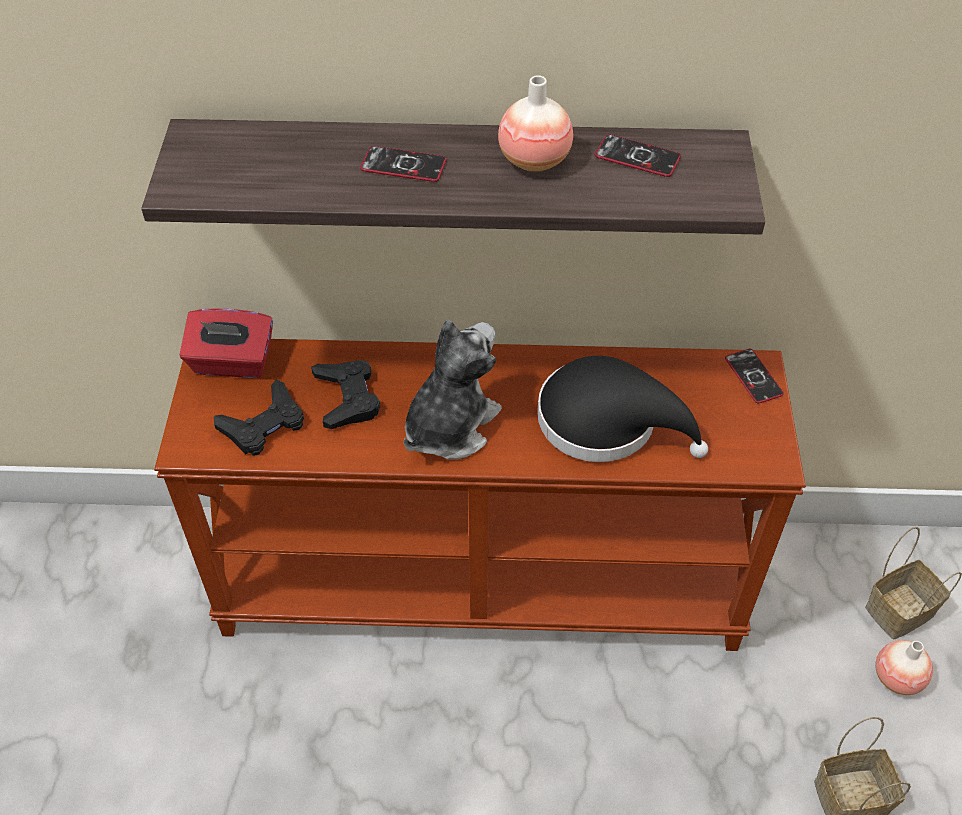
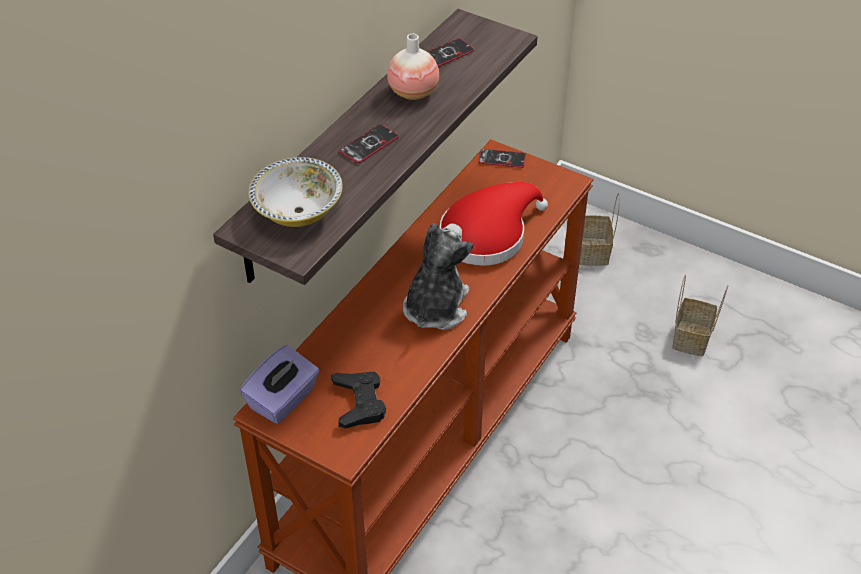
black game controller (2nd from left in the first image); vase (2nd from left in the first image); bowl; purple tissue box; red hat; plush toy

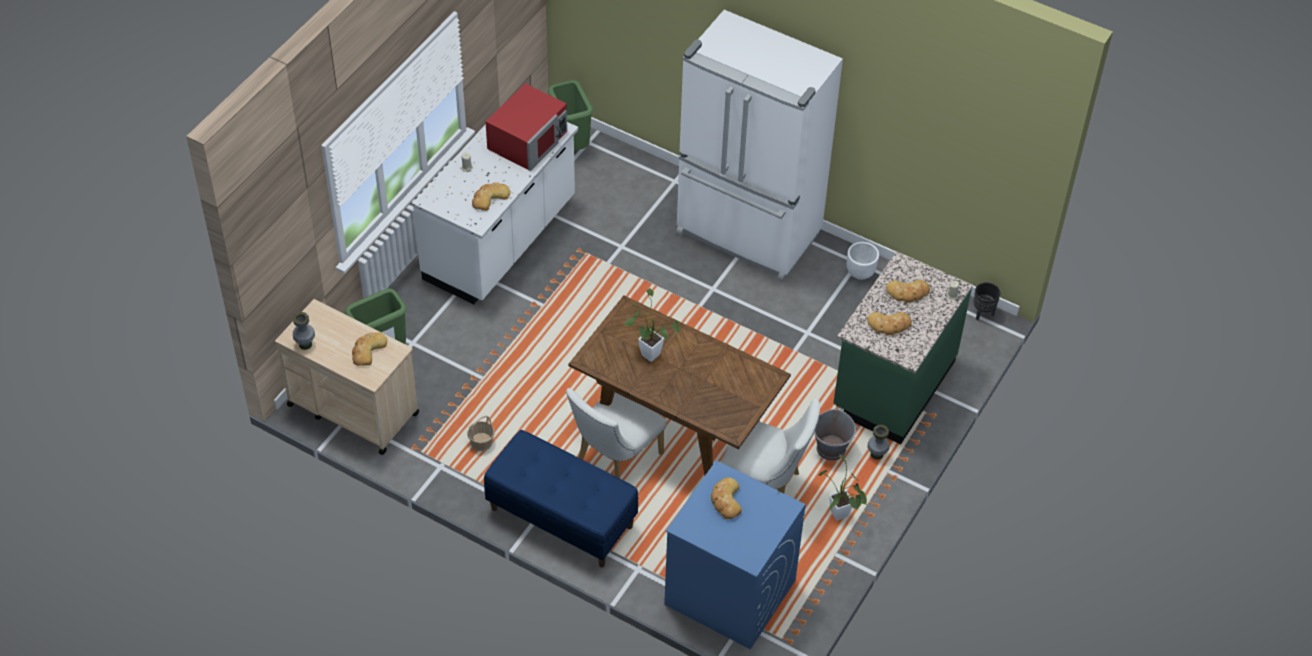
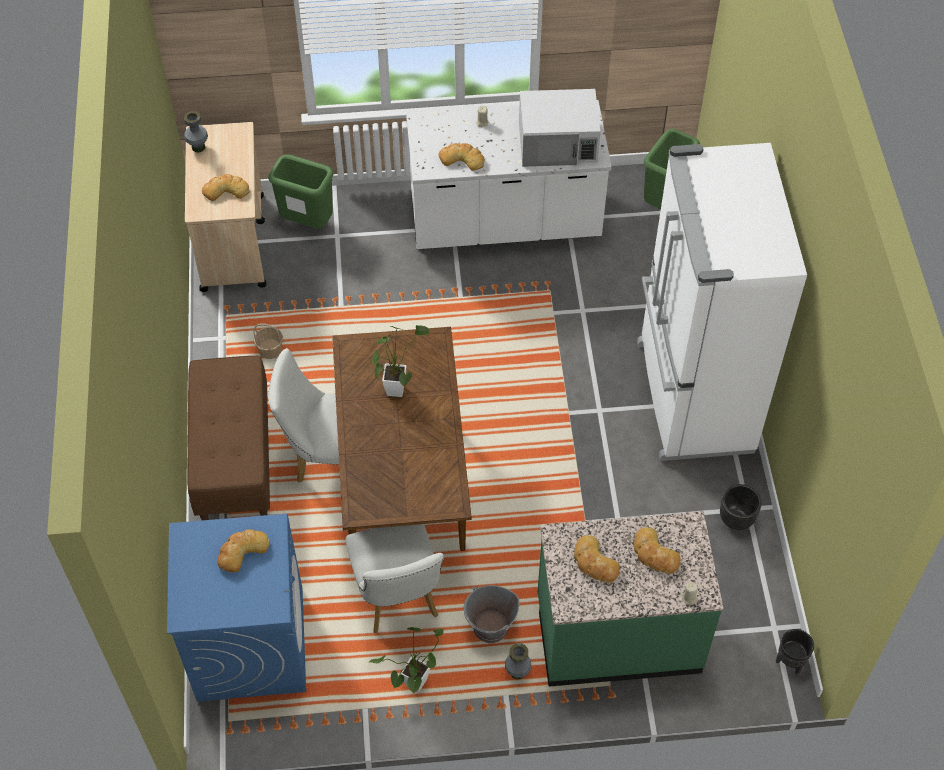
brown bench; white microwave; black planter (1st from left)

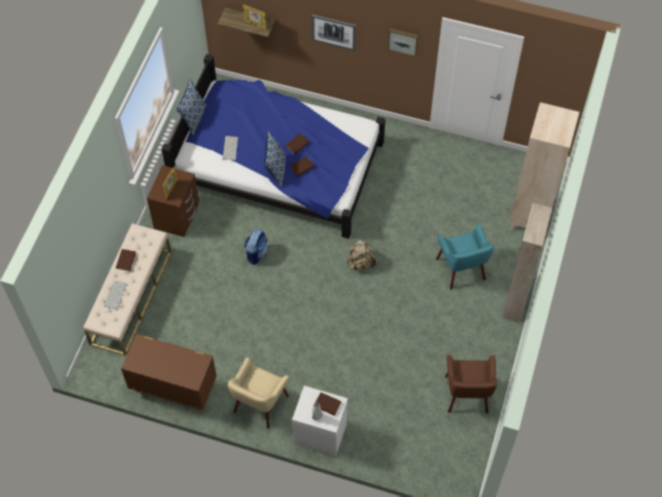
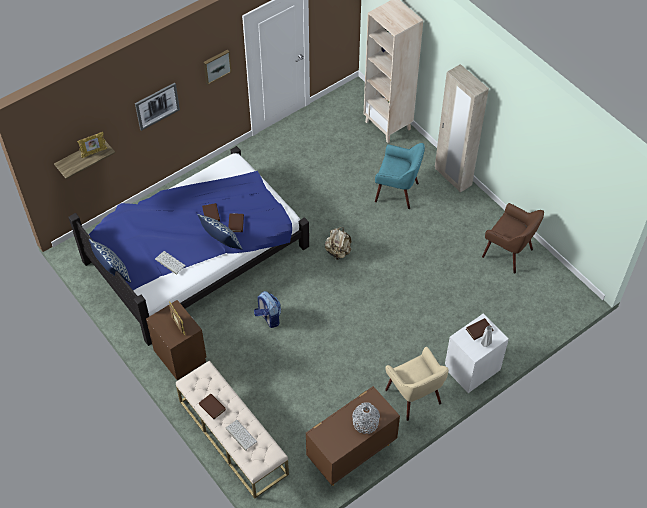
grey vase (1st from left)

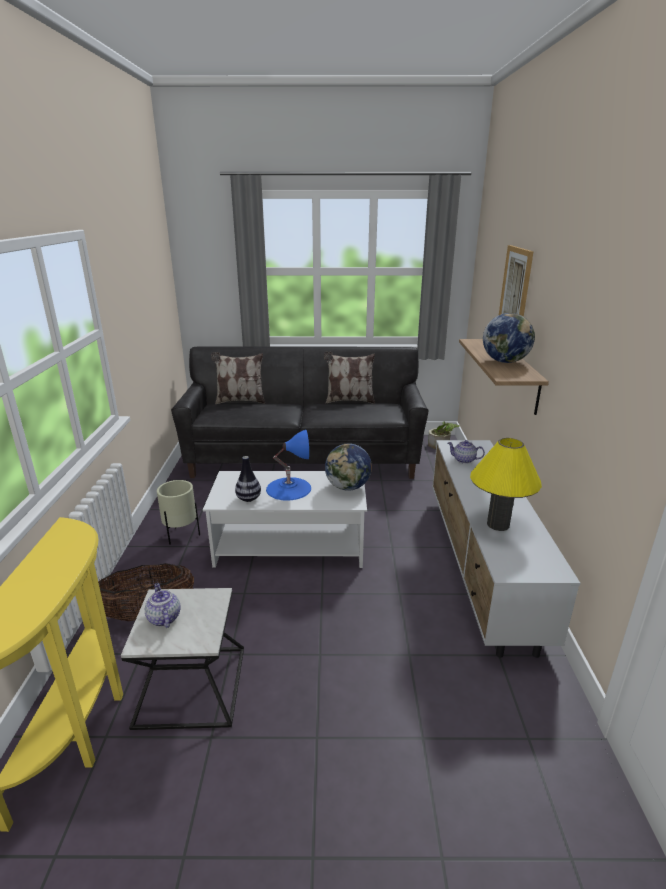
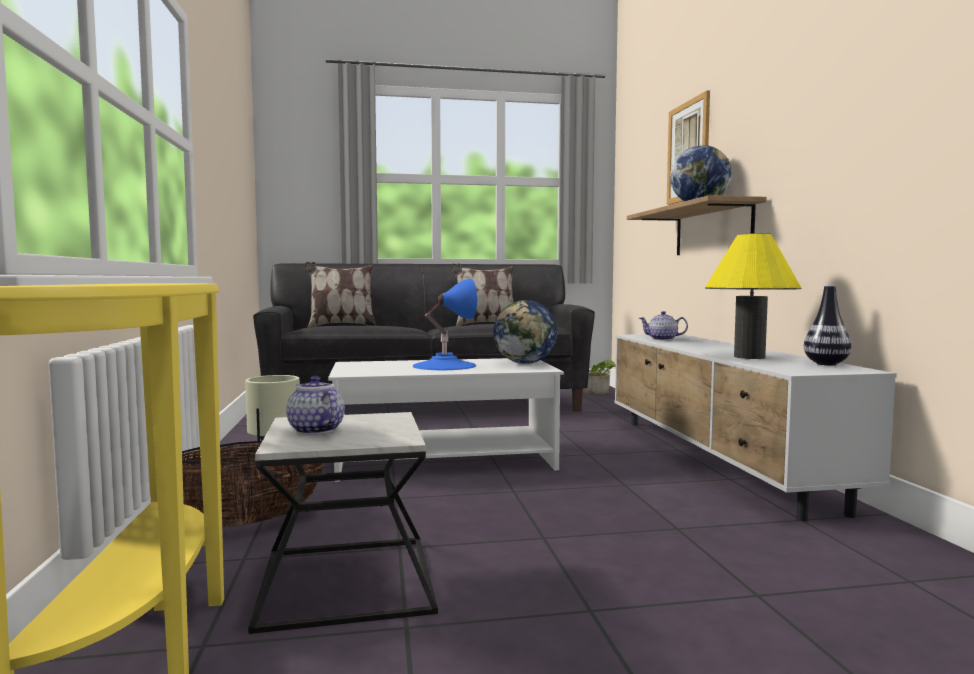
vase

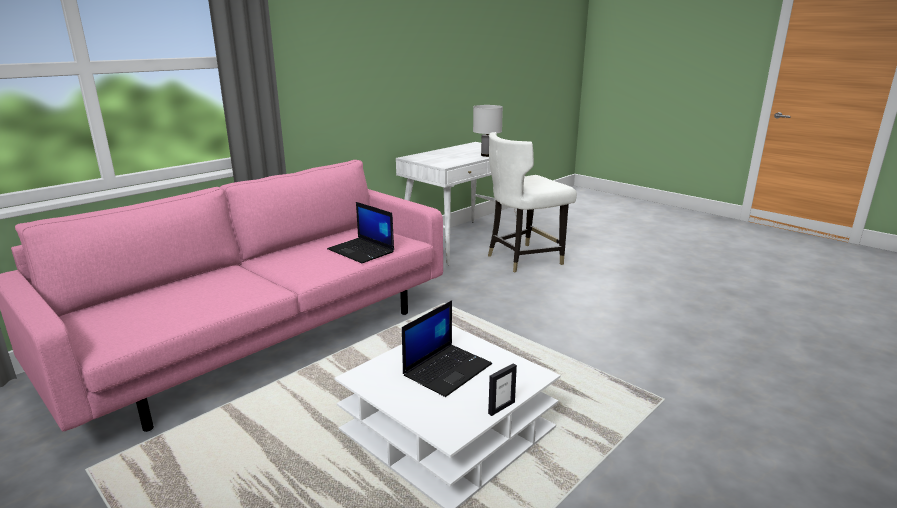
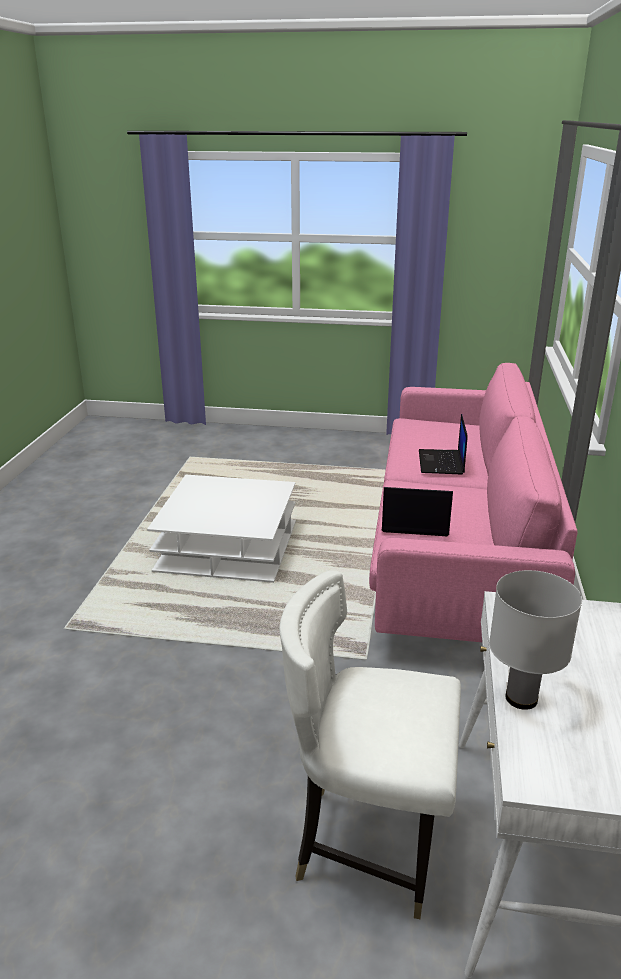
picture frame; laptop (2nd from left); white chair

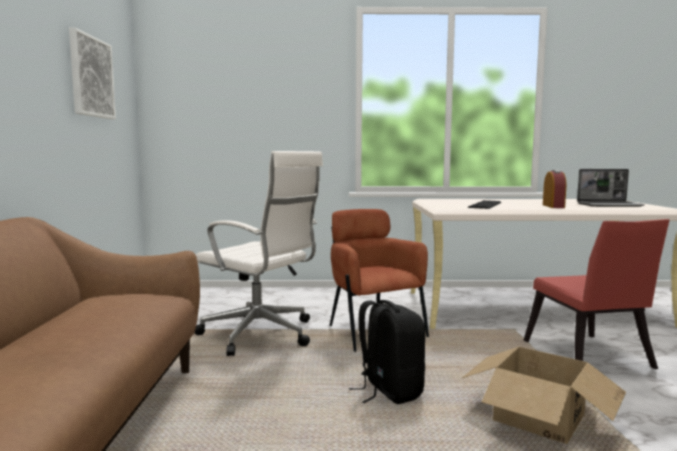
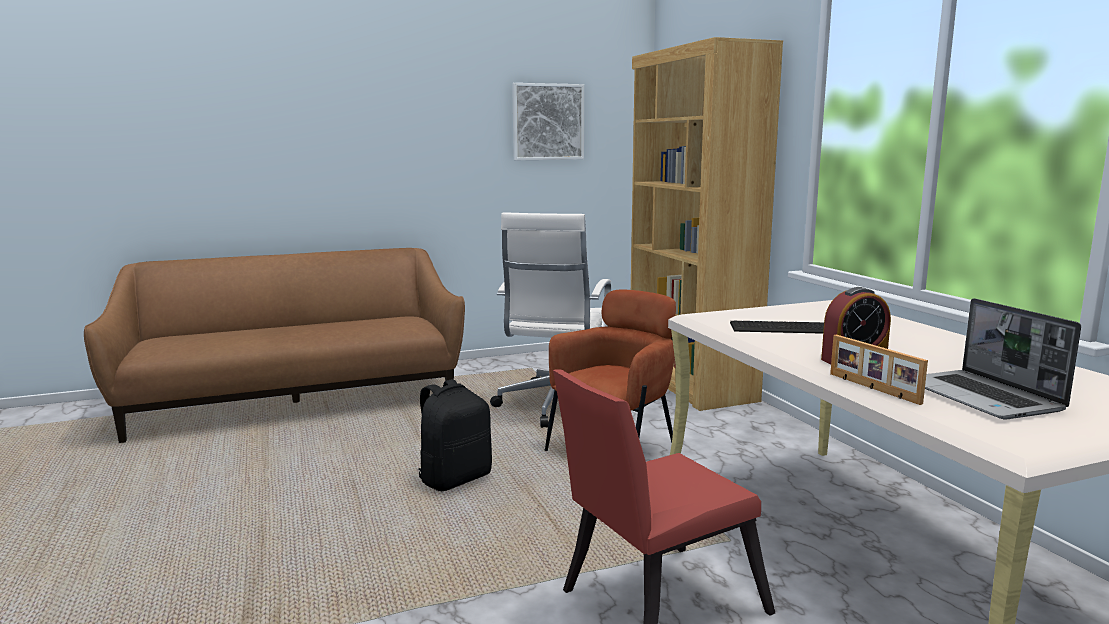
cardboard box; brown bookcase; picture frame

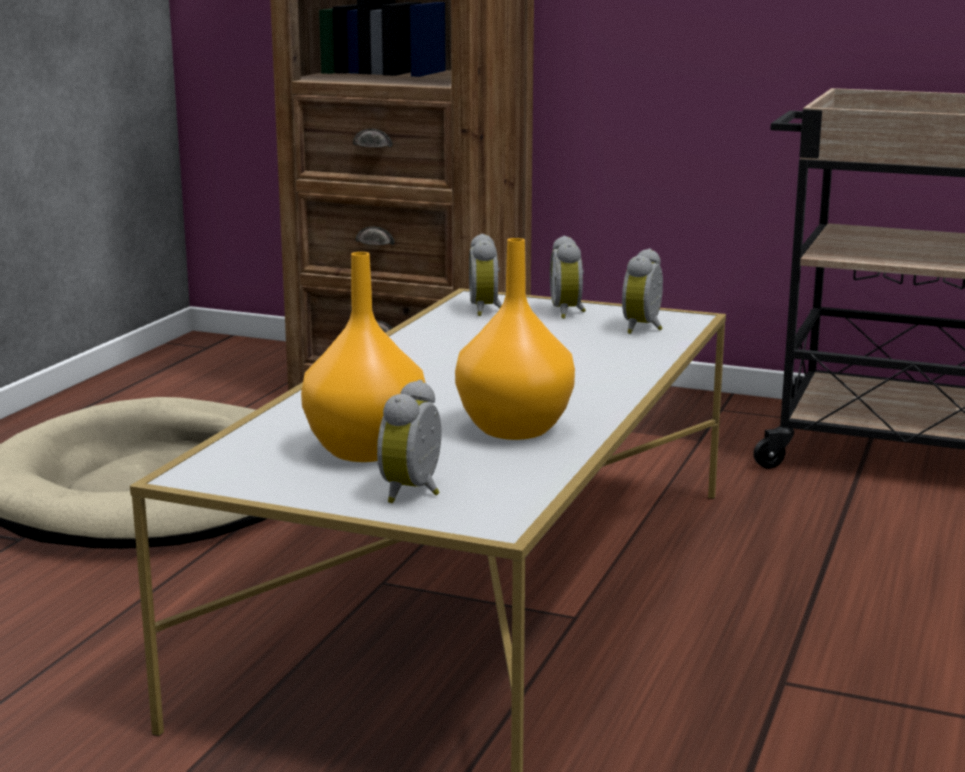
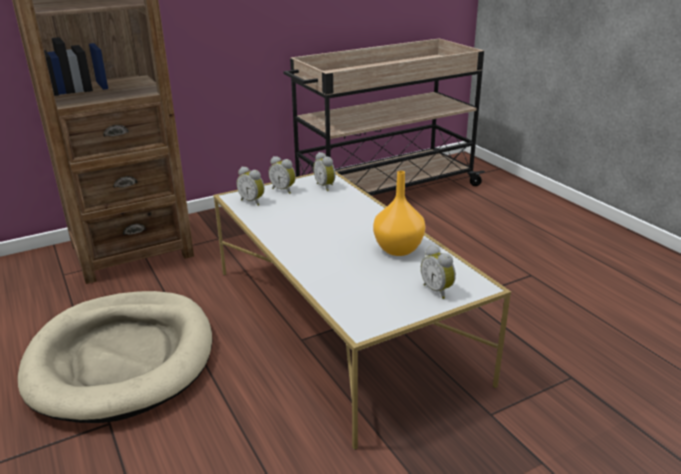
orange vase (1st from left in the first image)

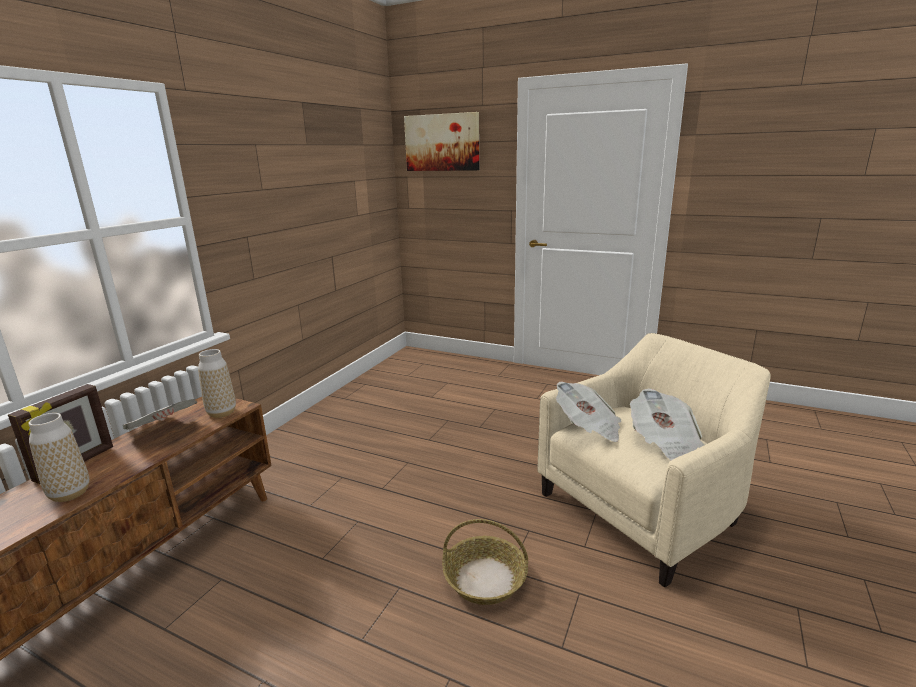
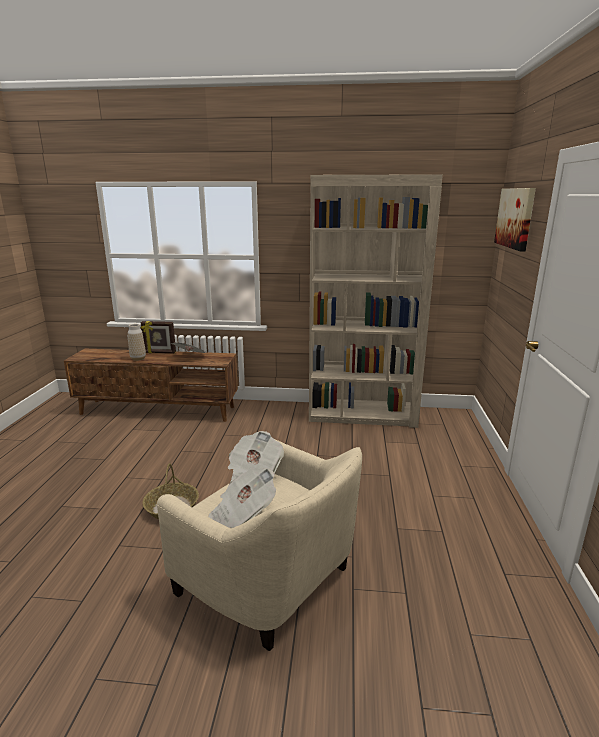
vase (2nd from left in the first image); beige bookcase

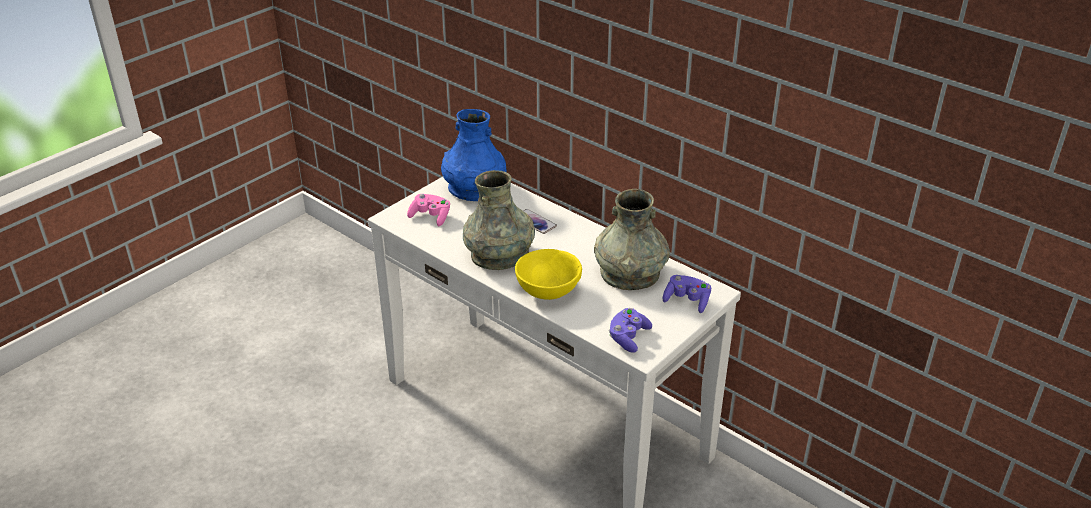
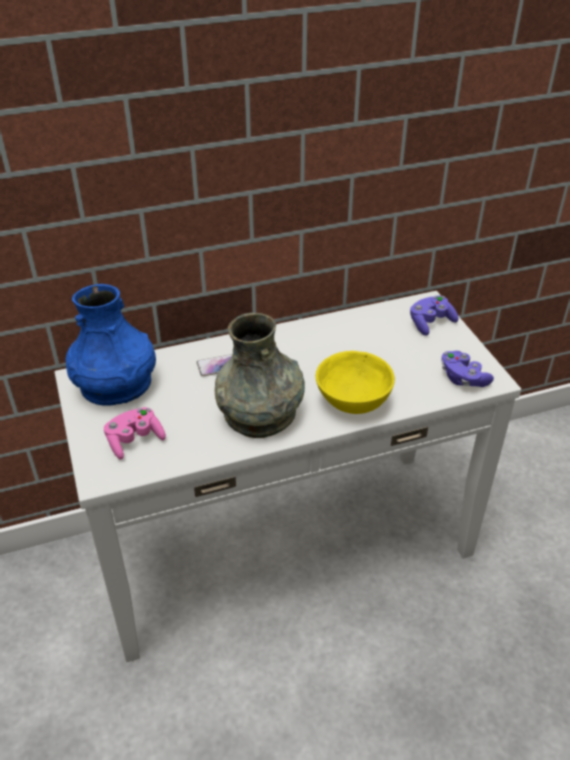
grey vase (2nd from left in the first image)

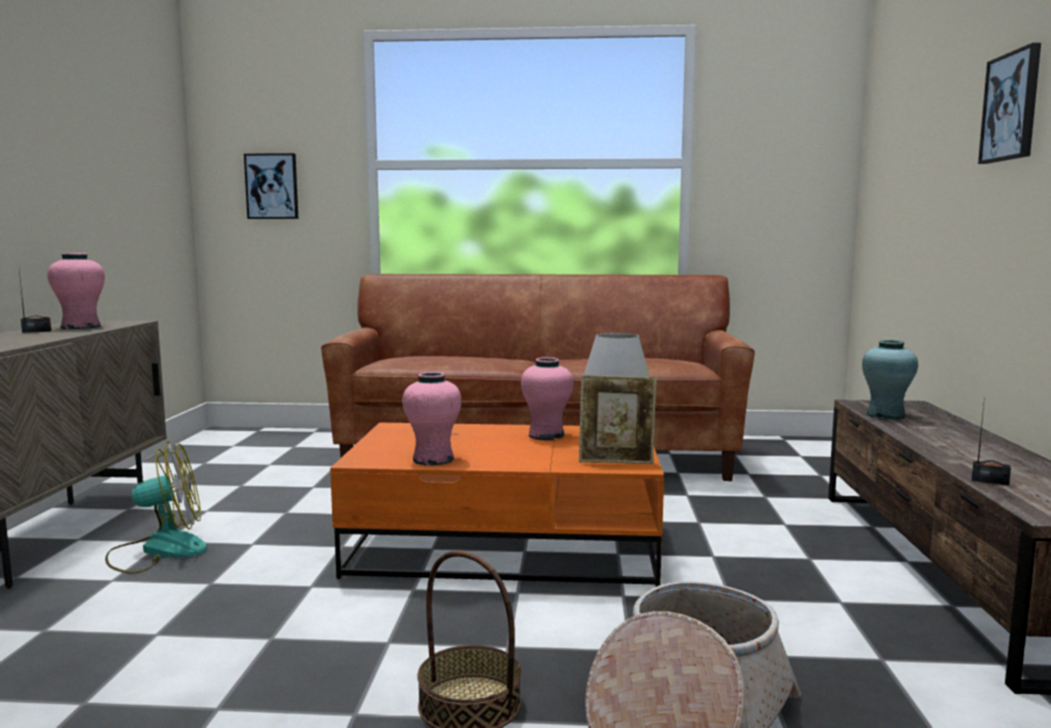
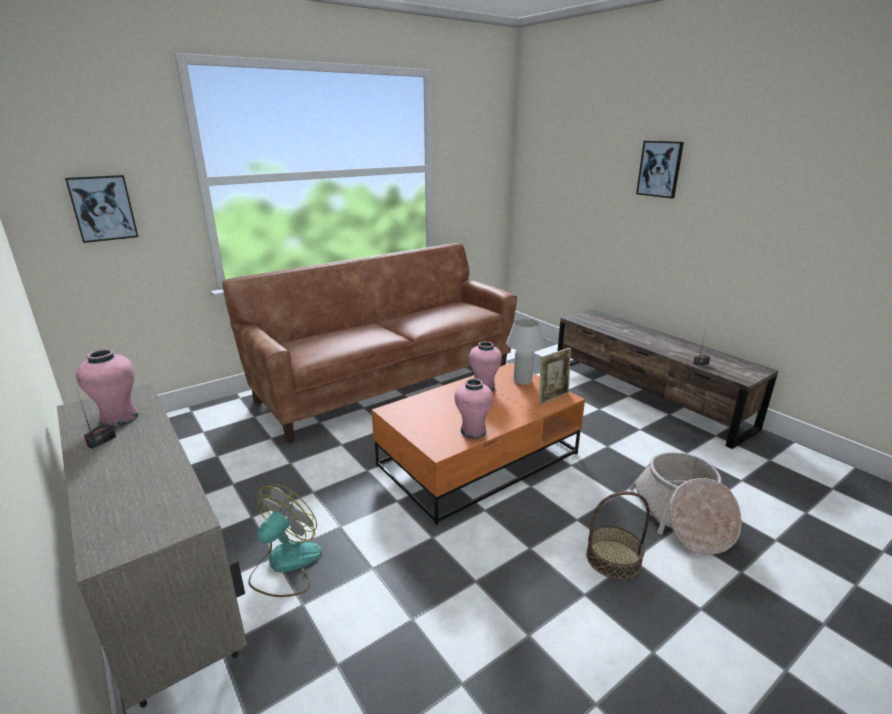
turquoise vase

